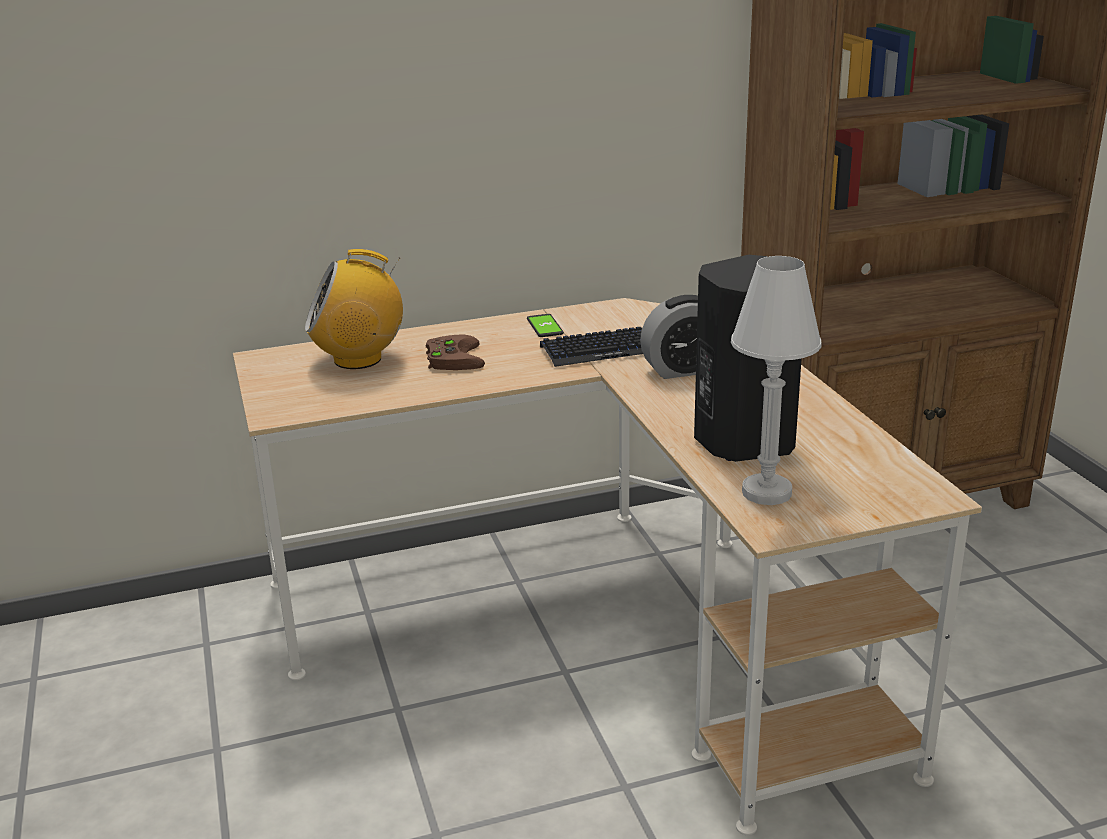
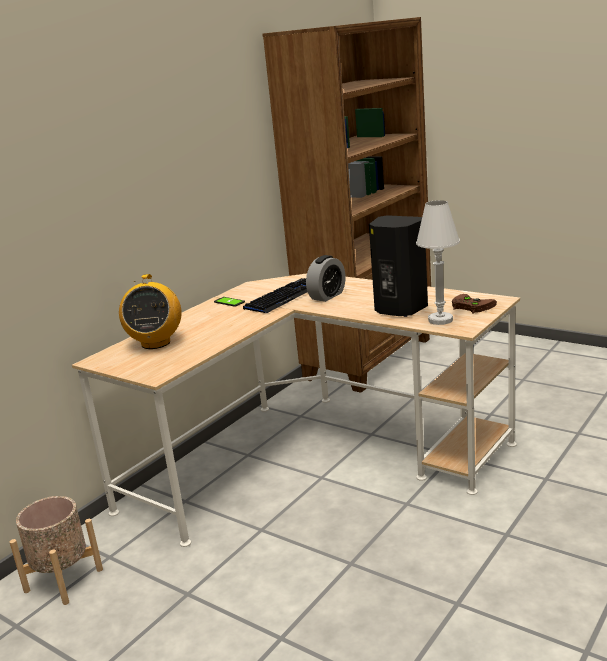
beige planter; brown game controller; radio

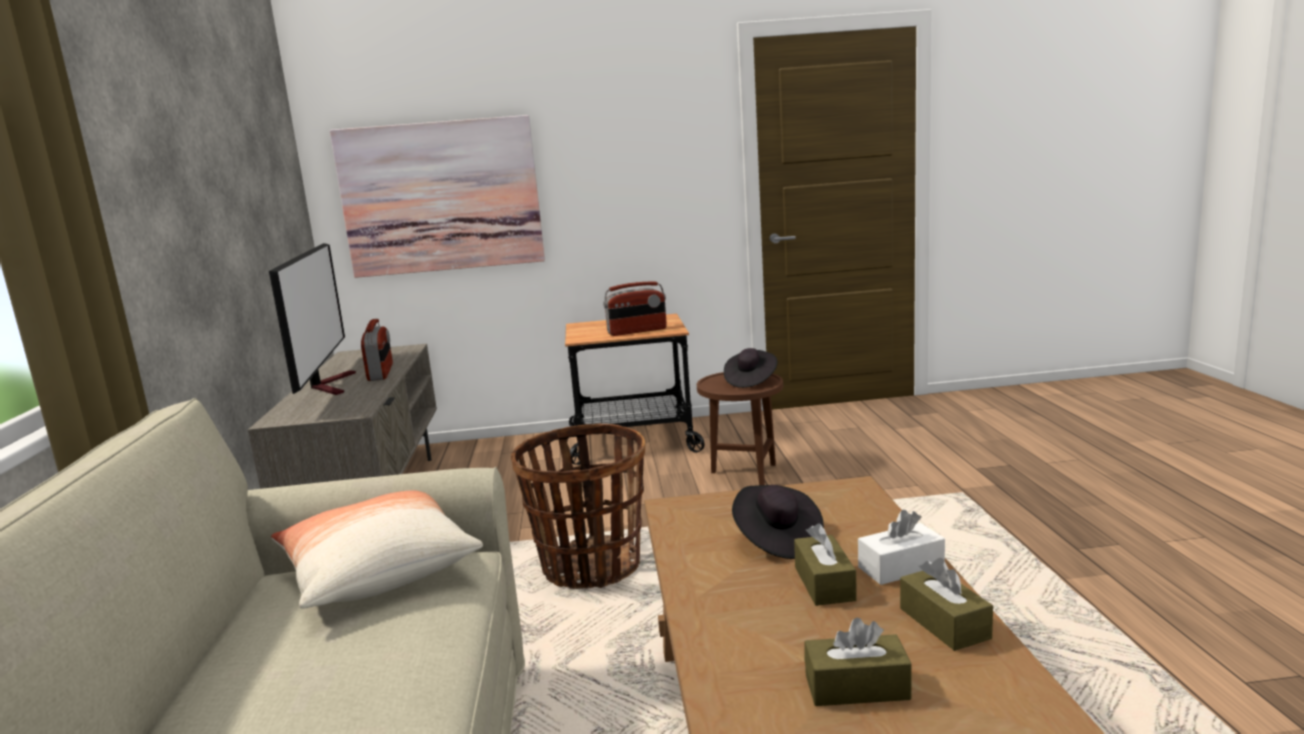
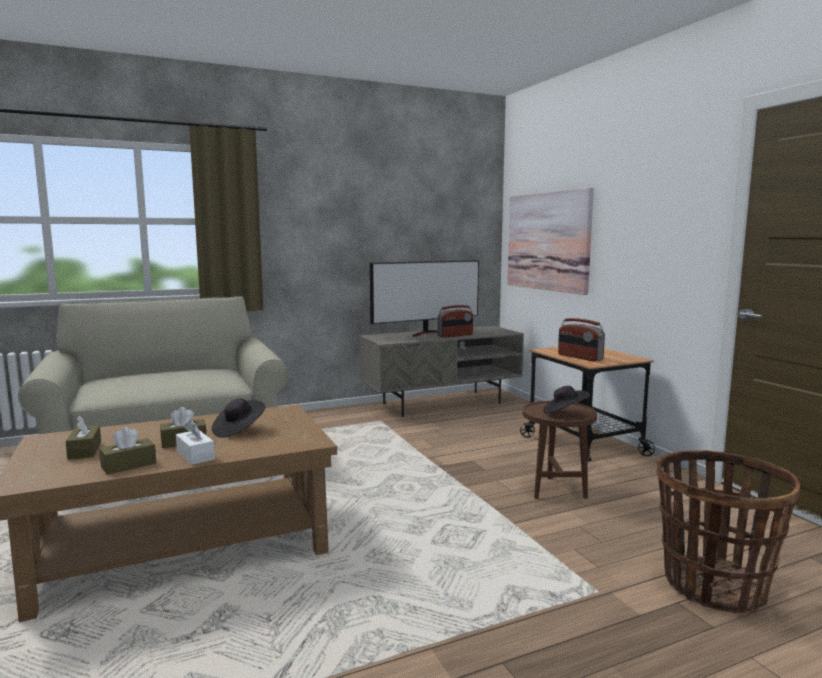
pillow; basket

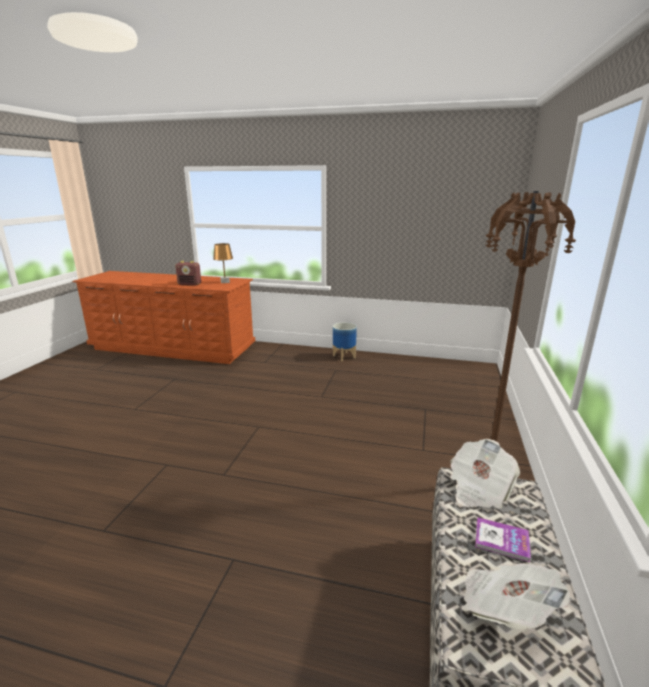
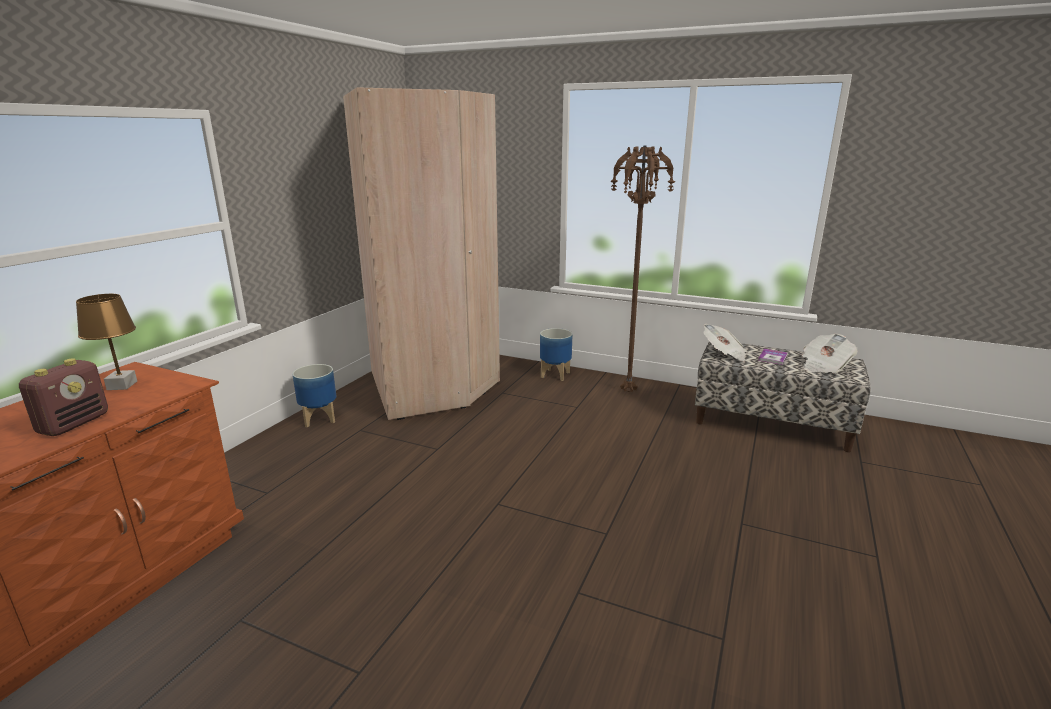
beige wardrobe; planter (2nd from left)

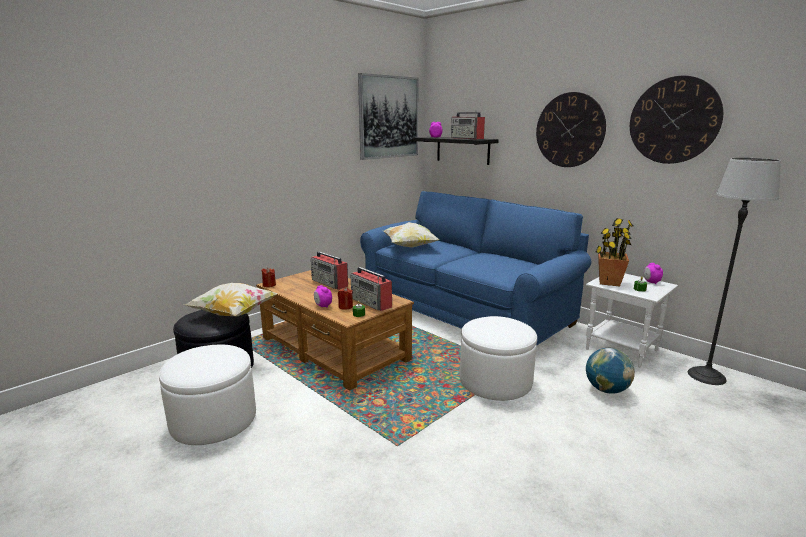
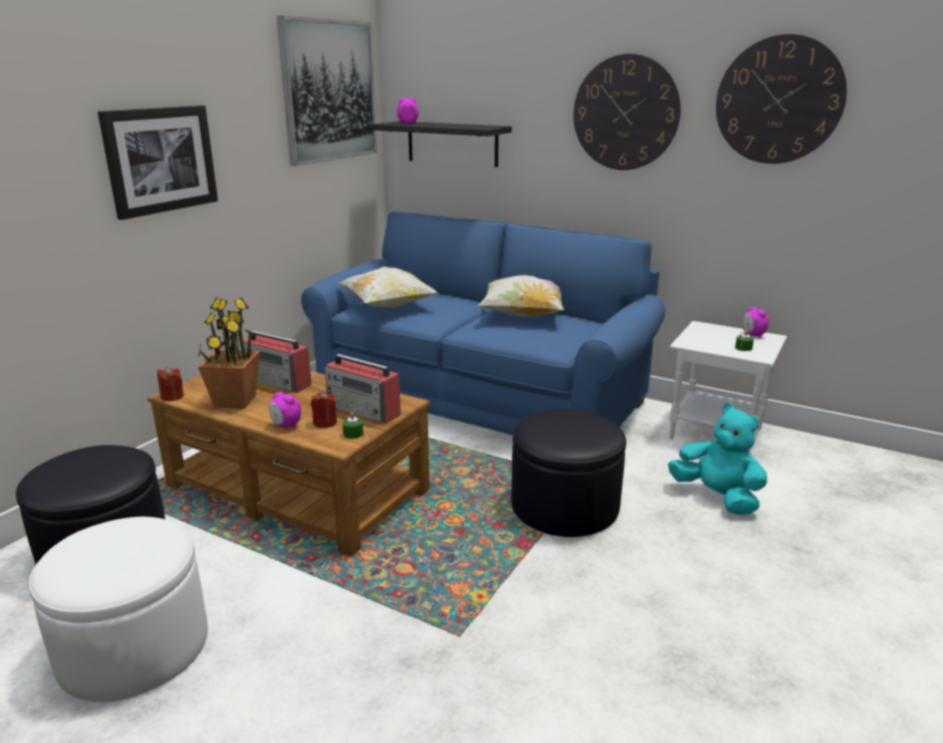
radio (3rd from left in the first image); floor lamp; picture (1st from left); pillow (2nd from left); potted plant; turquoise plush toy; black ottoman (2nd from left)

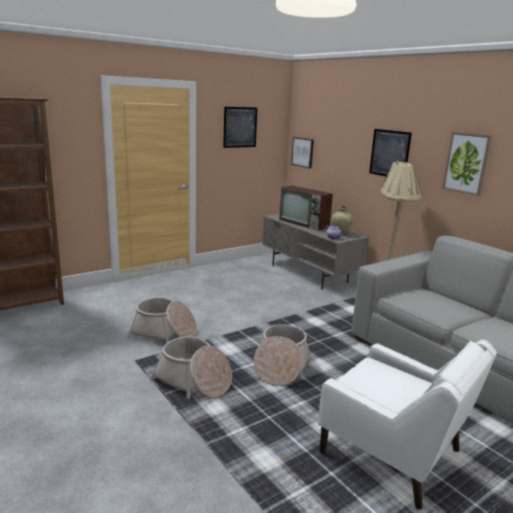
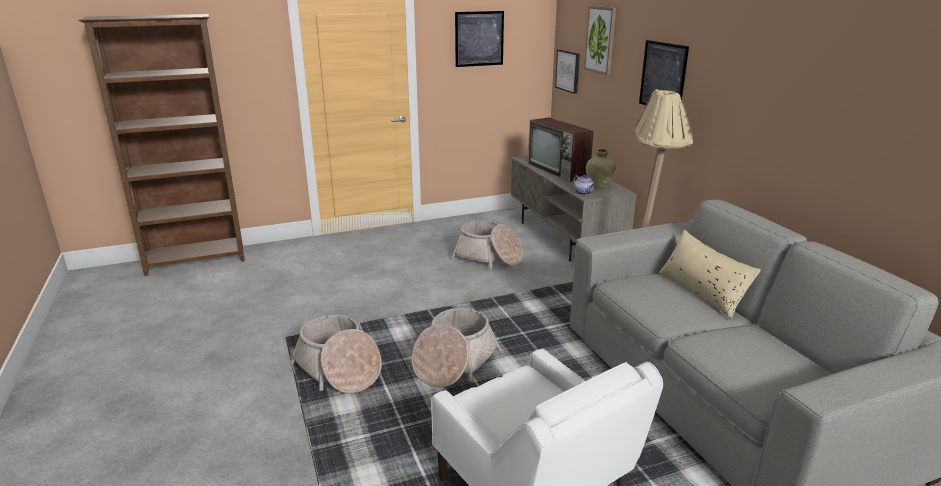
beige pillow; basket (3rd from left); picture (3rd from left)

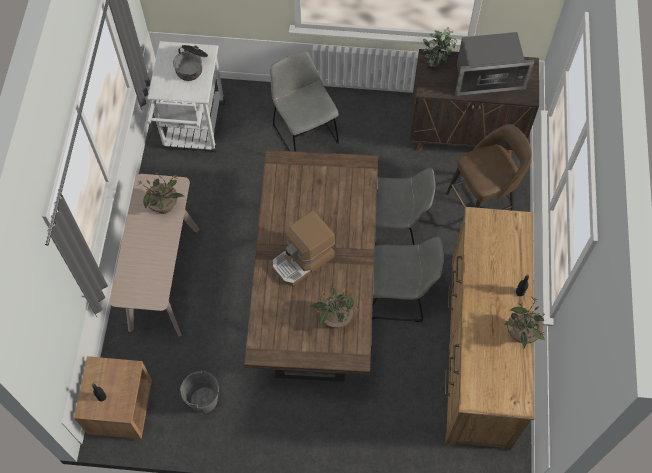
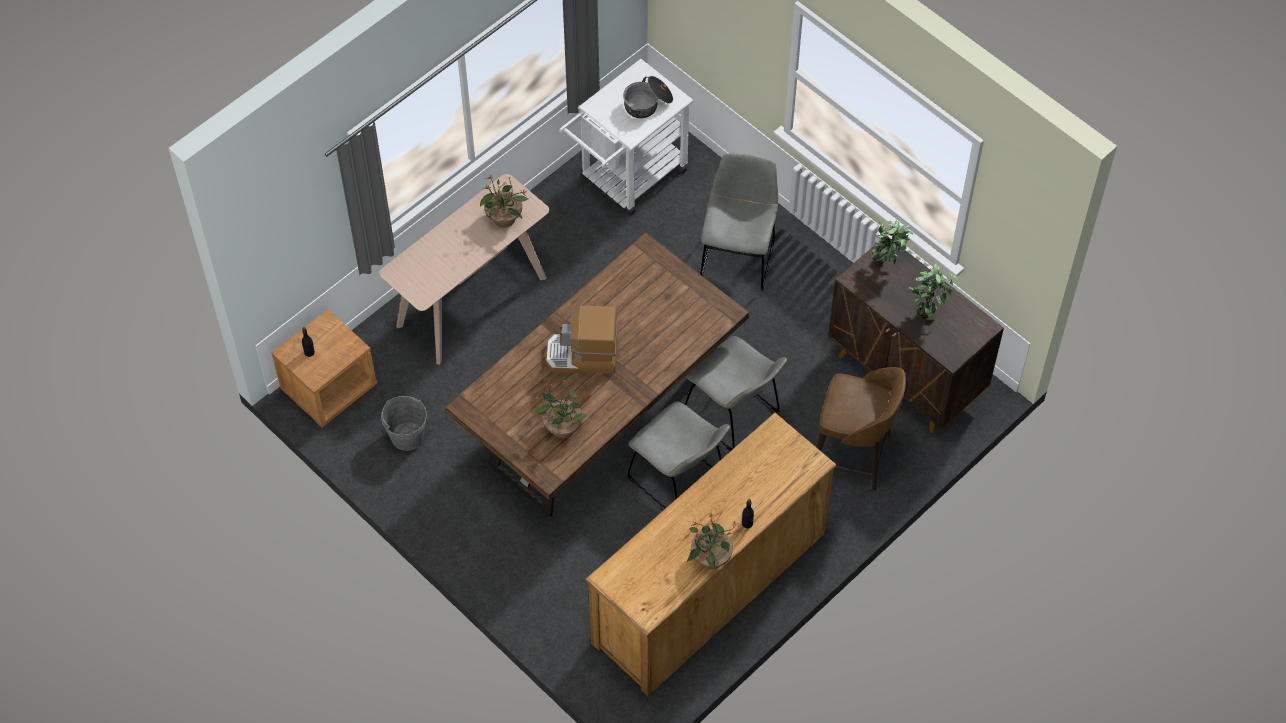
potted plant (5th from left)

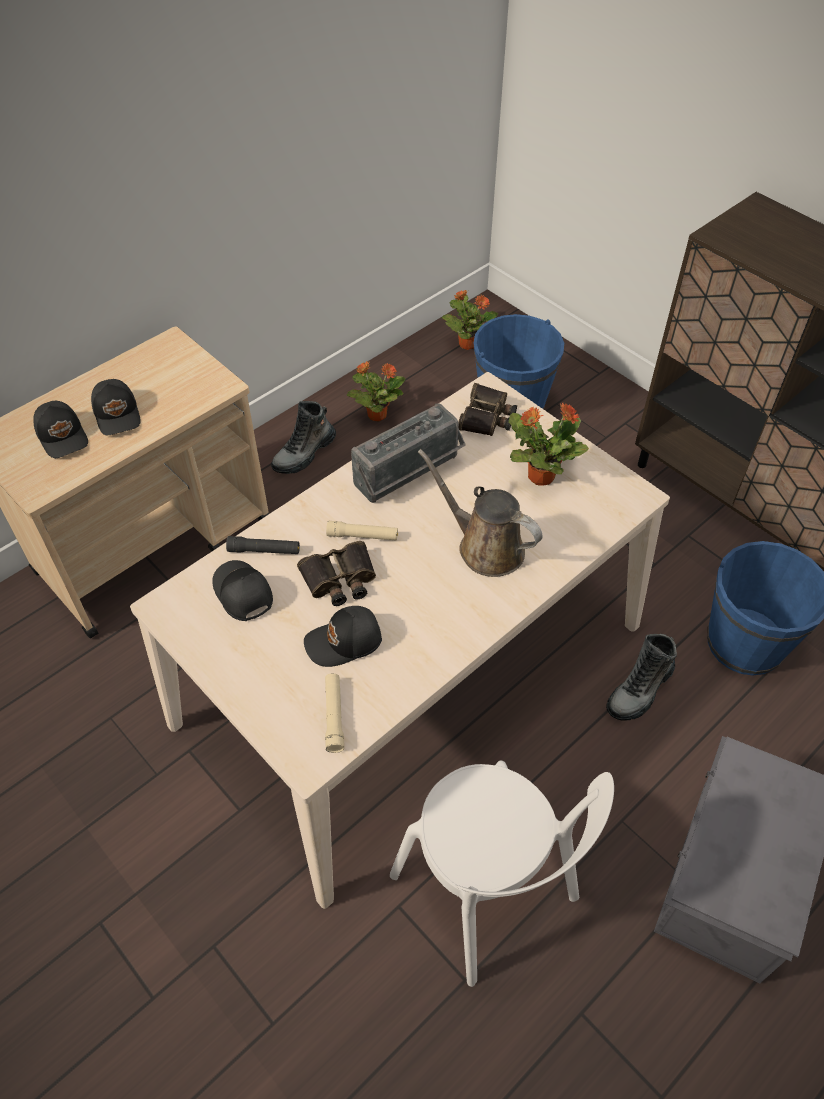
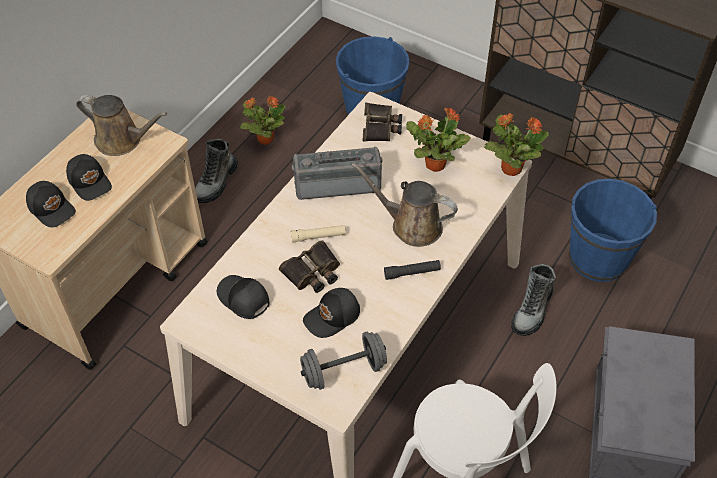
brown watering can (1st from left); black flashlight; potted plant (3rd from left); grey dumbbell; radio

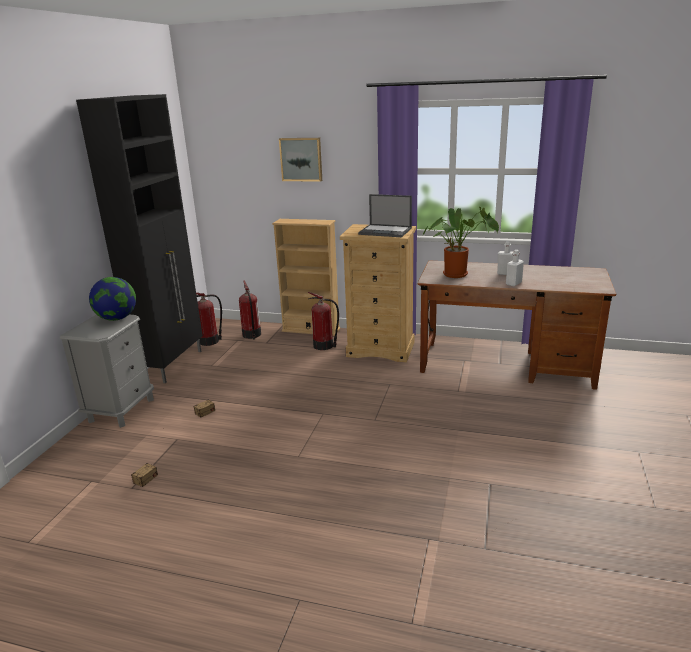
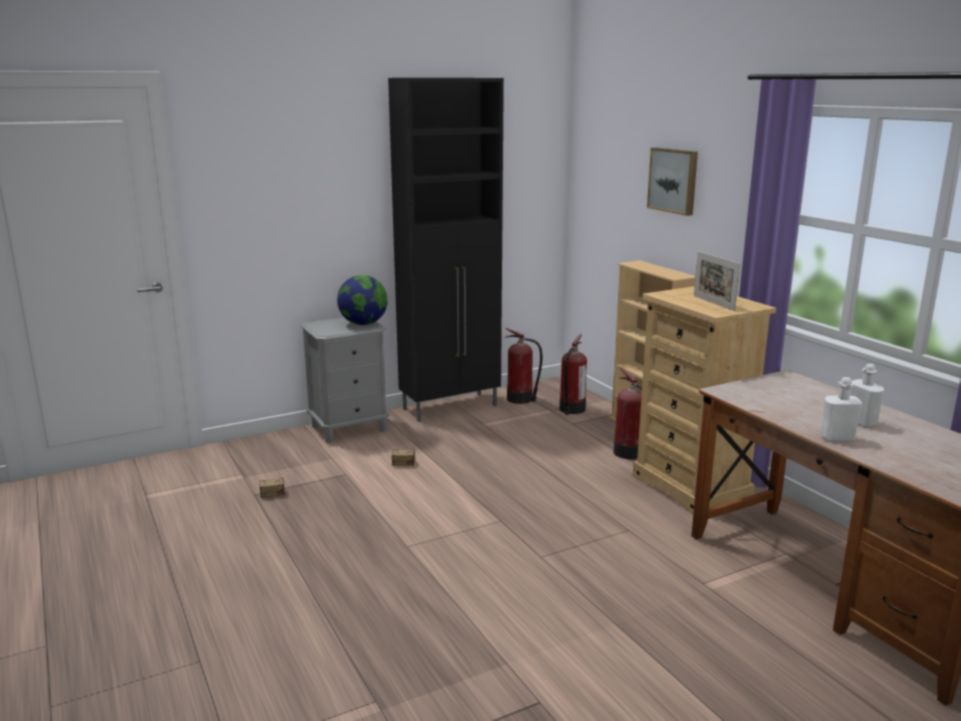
potted plant; picture frame

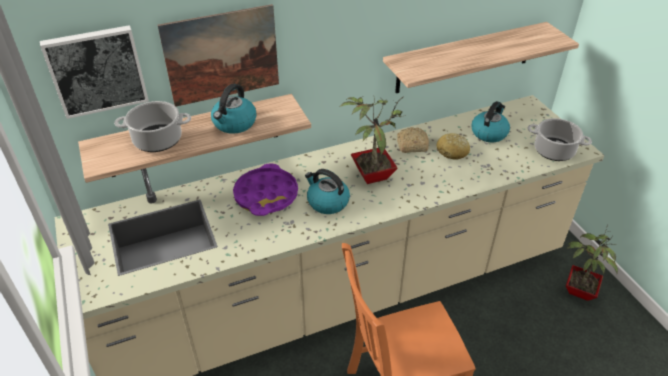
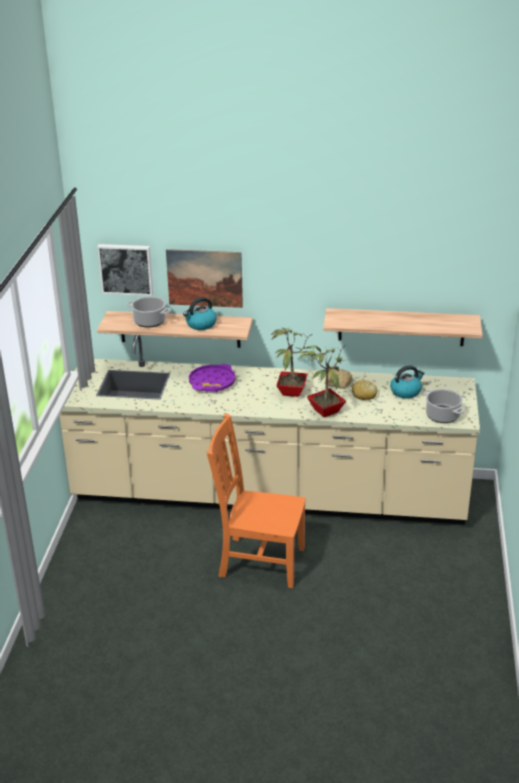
kettle (2nd from left in the first image); potted plant (2nd from left)

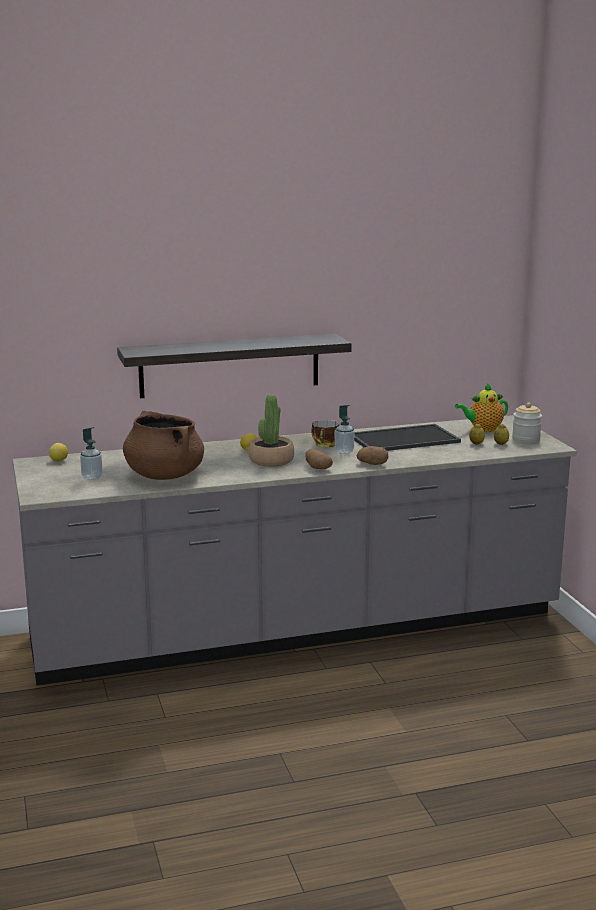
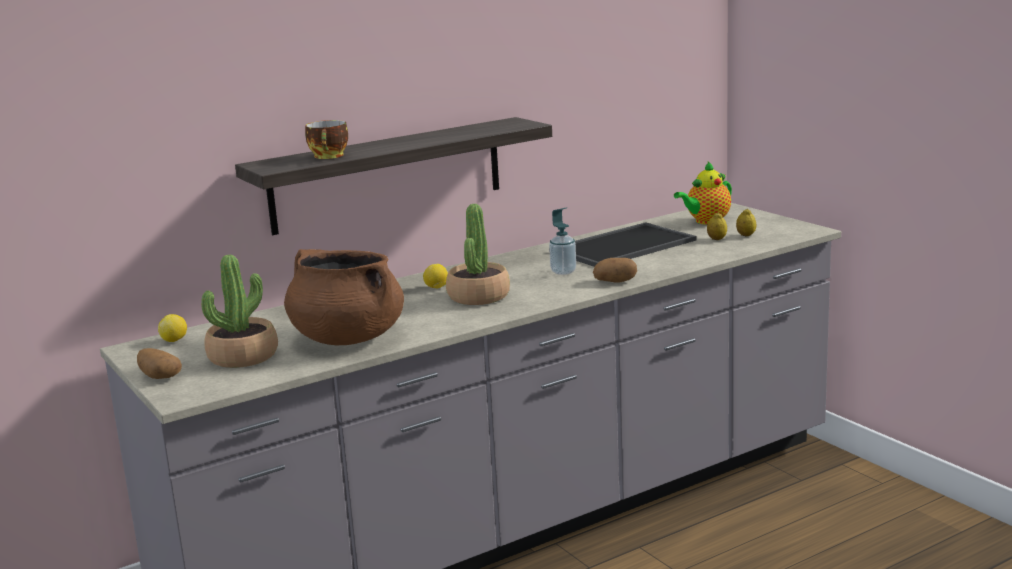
jar; potato (1st from left); cup; potted plant (1st from left)

